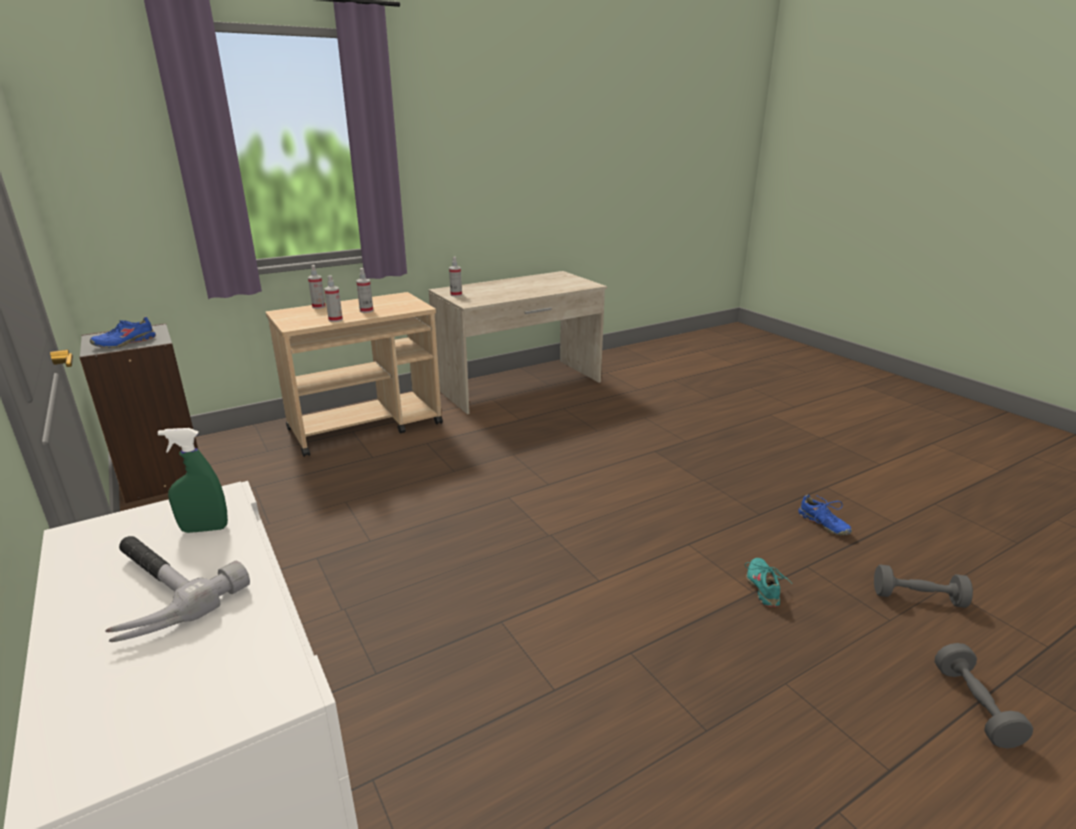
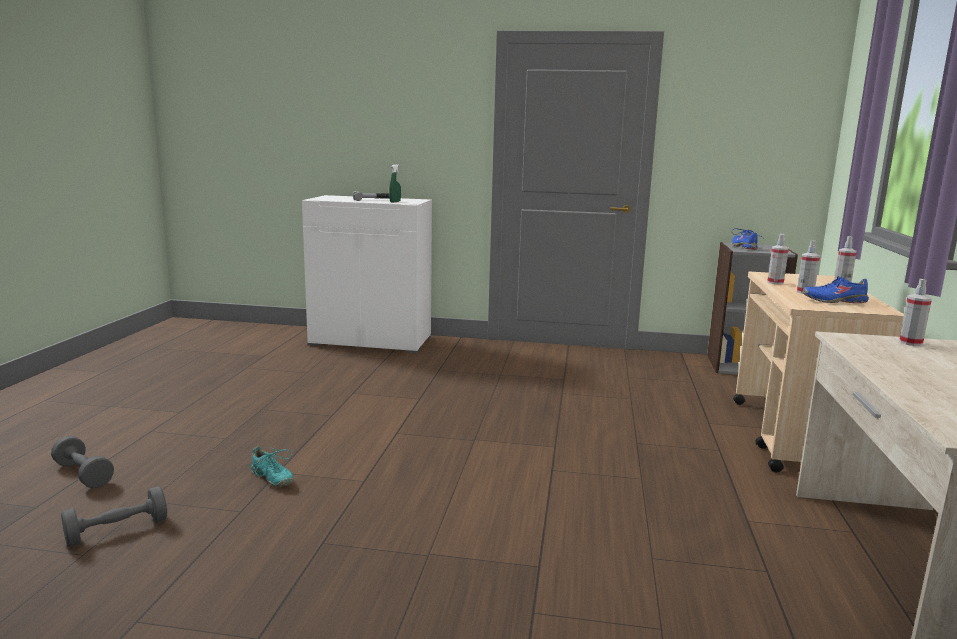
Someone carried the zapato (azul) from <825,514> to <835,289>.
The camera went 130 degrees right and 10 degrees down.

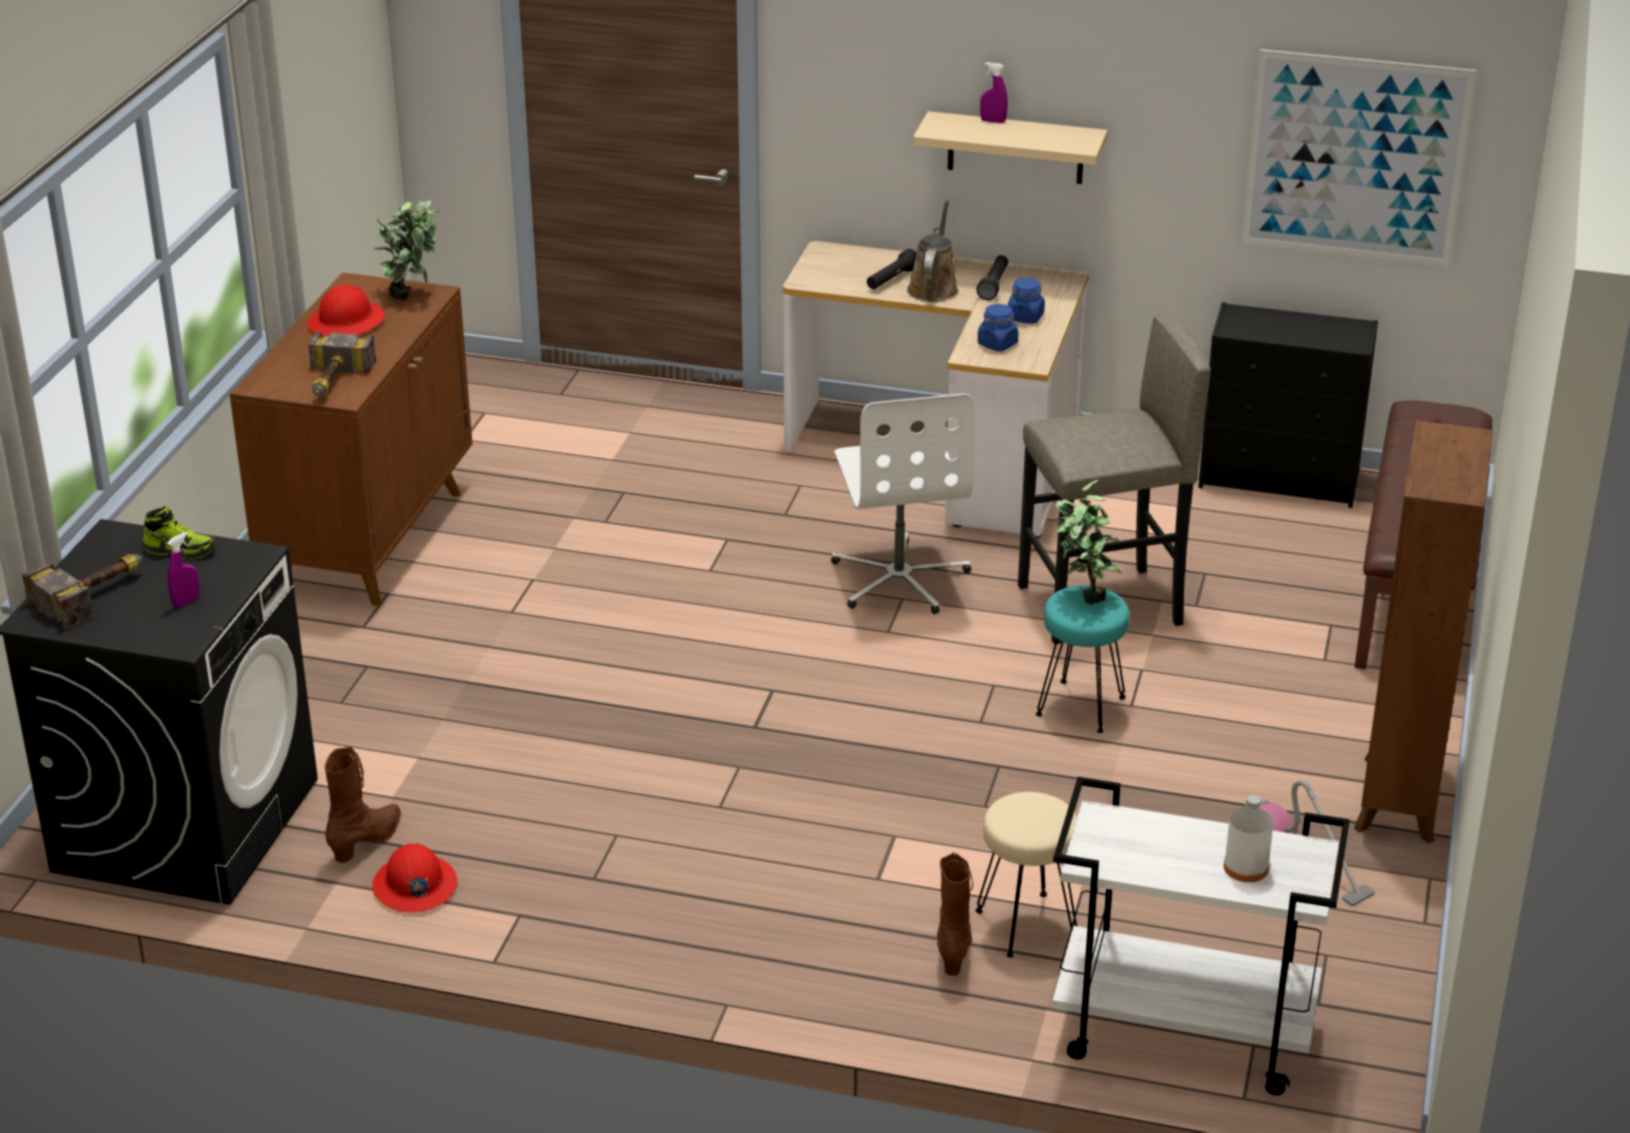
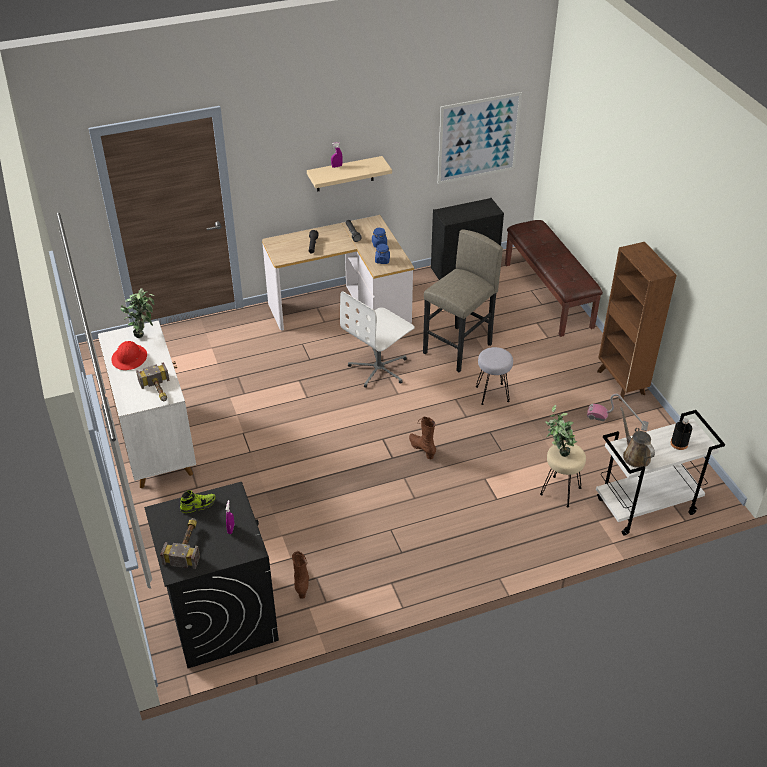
Someone carried the regadera (marrón) from <933,251> to <637,437>.
Someone repainted the armario (marrón) at <351,439>, which became the armario (blanco) at <147,404>.
Someone rotated the silla de oficina (blanco) at <903,504> by 90 degrees clockwise.
Someone carried the planta en maceta from <1088,542> to <561,430>.
Someone repainted the taburete (turquesa) at <1083,659>, which became the taburete (gris) at <494,376>.
Someone repainted the botella (blanco) at <1249,838>, which became the botella (negro) at <681,434>.
Someone took away the casco (rojo) at <414,878>.
Someone carried the bota (marrón) from <955,914> to <422,438>.
The camera went 35 degrees left and 10 degrees up.

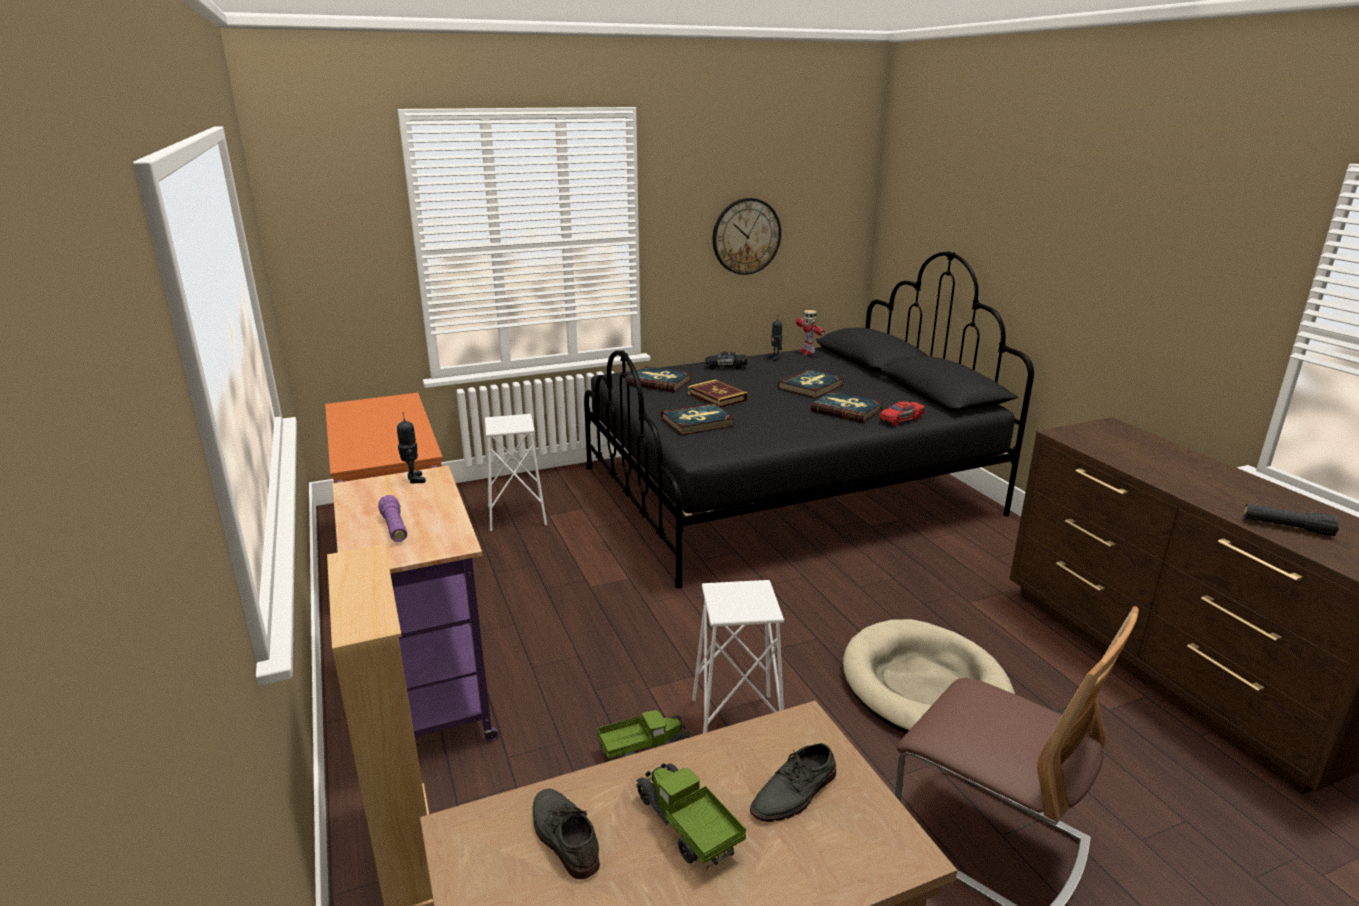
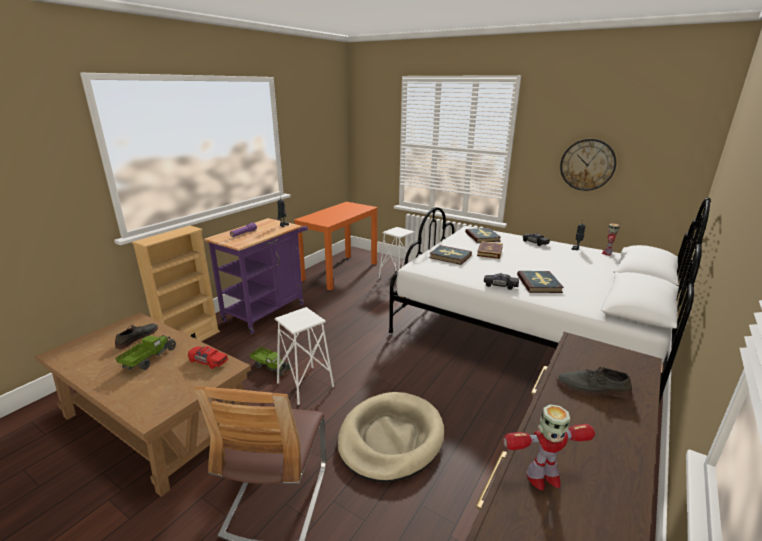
Someone repainted the cama (negro) at <809,420>, which became the cama (blanco) at <550,300>.
Someone took away the libro at <811,383>.
Someone carried the coche de juguete (rojo) from <902,413> to <208,357>.
Someone swapped the linterna (negro) at <1291,519> for the robot de juguete at <549,447>.
Someone carried the zapato (gris) from <793,782> to <594,382>.
Someone put down the coche de juguete (negro) at <501,281>.
The camera went 55 degrees right and 0 degrees up.

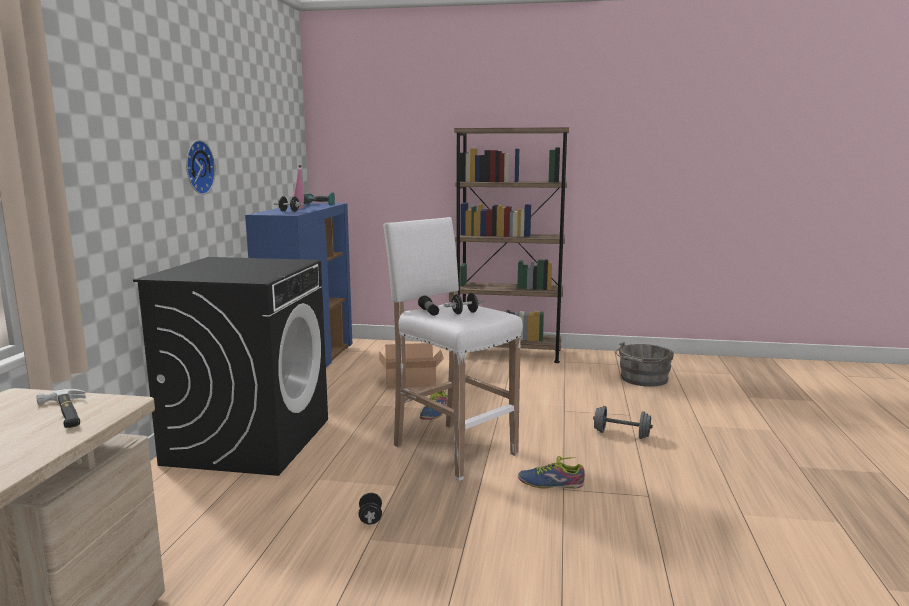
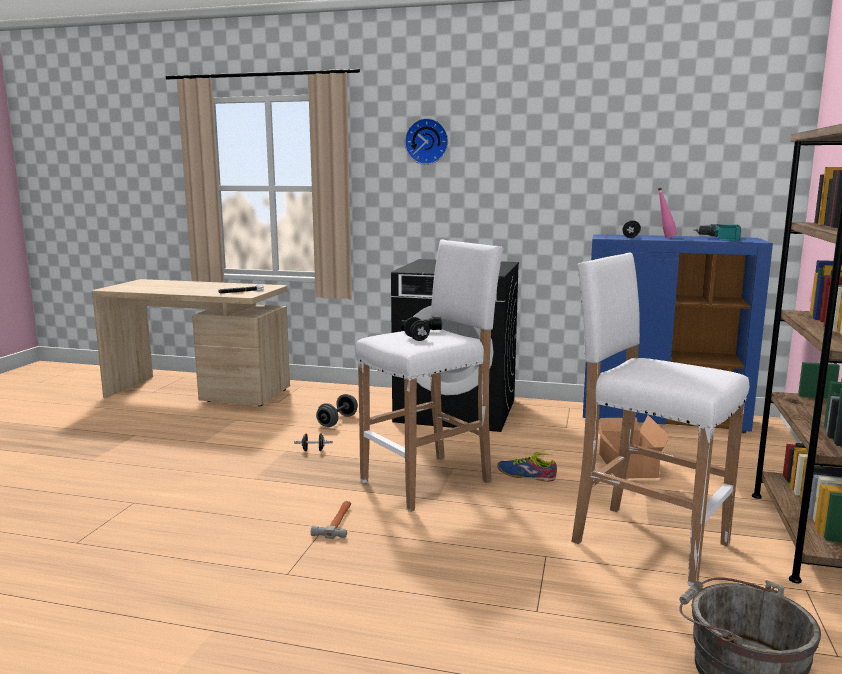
Someone carried the reloj de pared from <201,167> to <426,141>.
Someone carried the mancuerna (gris) from <623,422> to <337,410>.
Someone swapped the zapato at <551,472> for the martillo at <331,520>.
Someone put down the taburete (blanco) at <660,419>.
The camera went 95 degrees right and 0 degrees up.

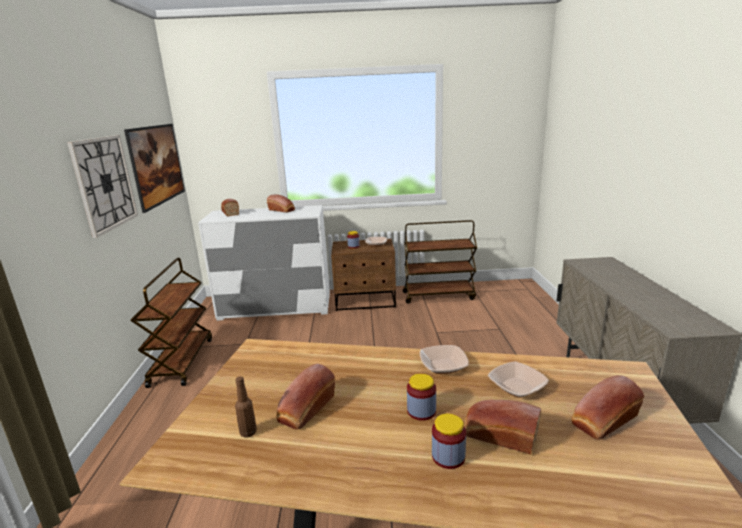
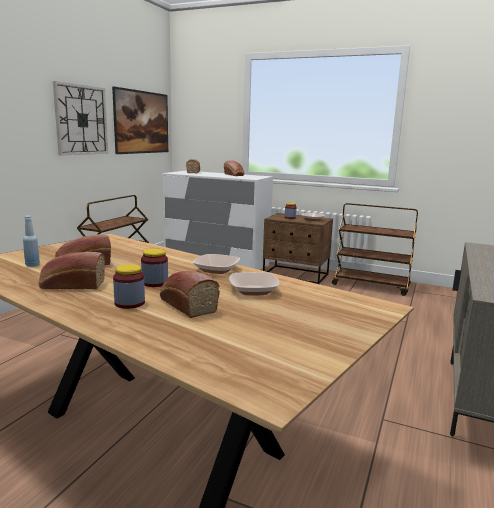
Someone carried the pan from <607,407> to <72,270>.
Someone repainted the botella (marrón) at <246,407>, which became the botella (azul) at <31,241>.
The camera went 25 degrees right and 5 degrees down.

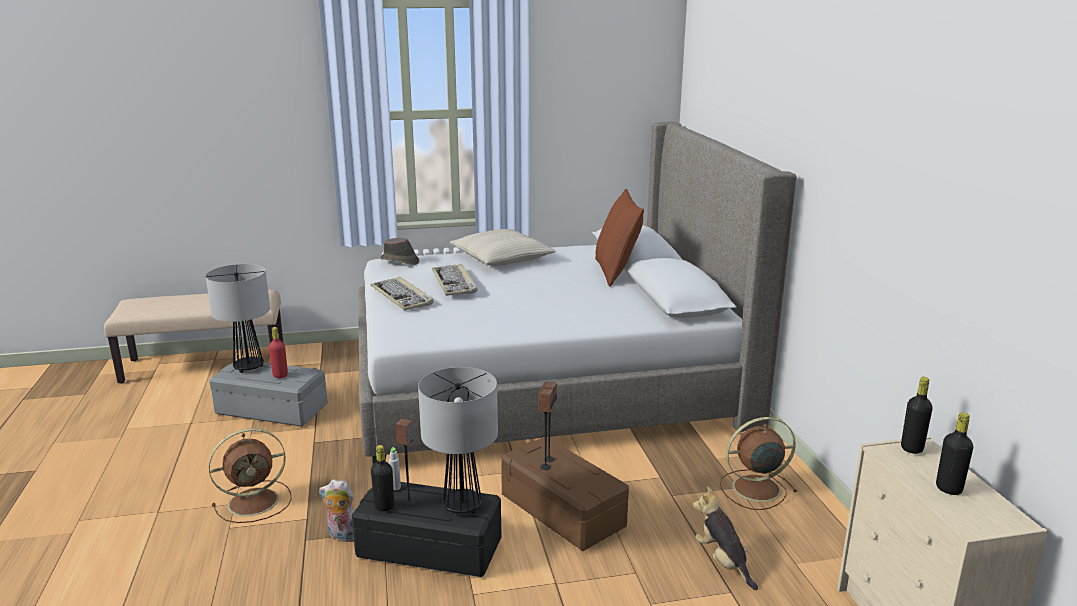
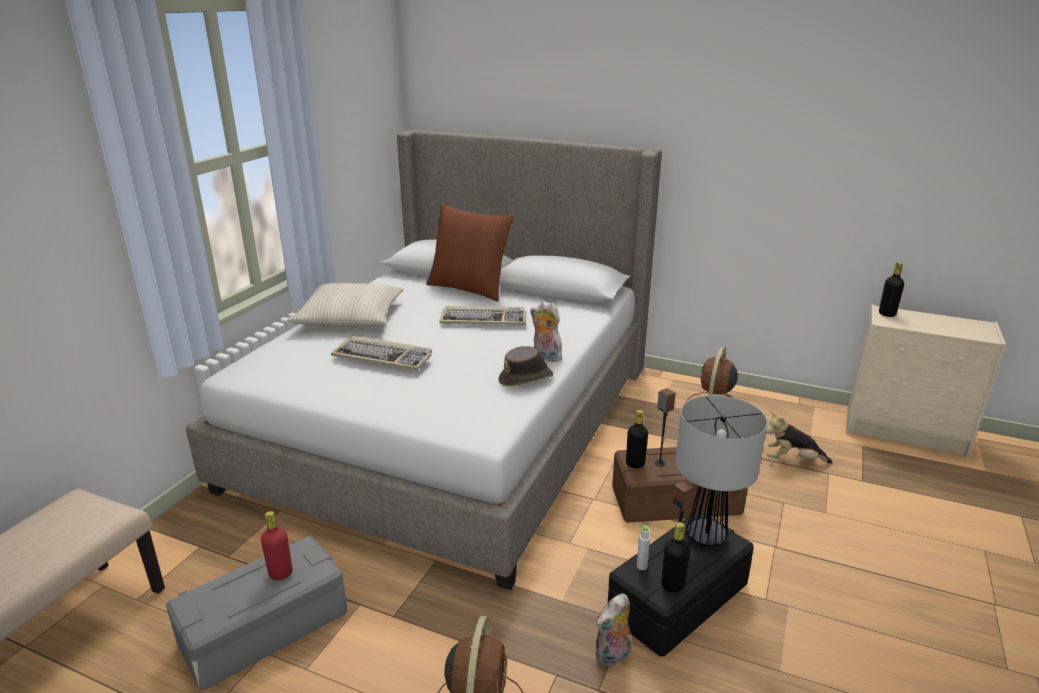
Someone carried the sombrero (marrón) from <399,251> to <525,366>.
Someone took away the lámpara de mesa at <238,318>.
Someone carried the teclado from <402,294> to <482,315>.
Someone took away the altavoz at <545,429>.
Someone carried the botella (negro) from <954,453> to <637,439>.
Someone put down the peluche at <546,331>.
The camera went 55 degrees left and 5 degrees up.

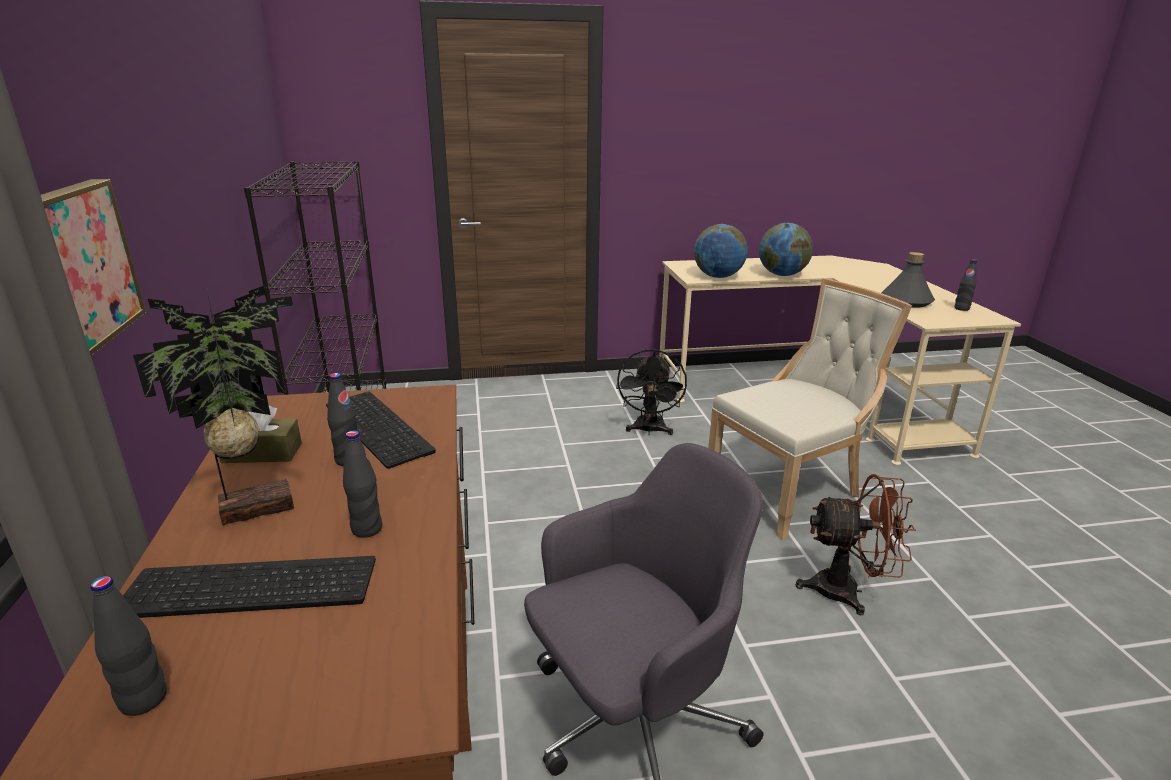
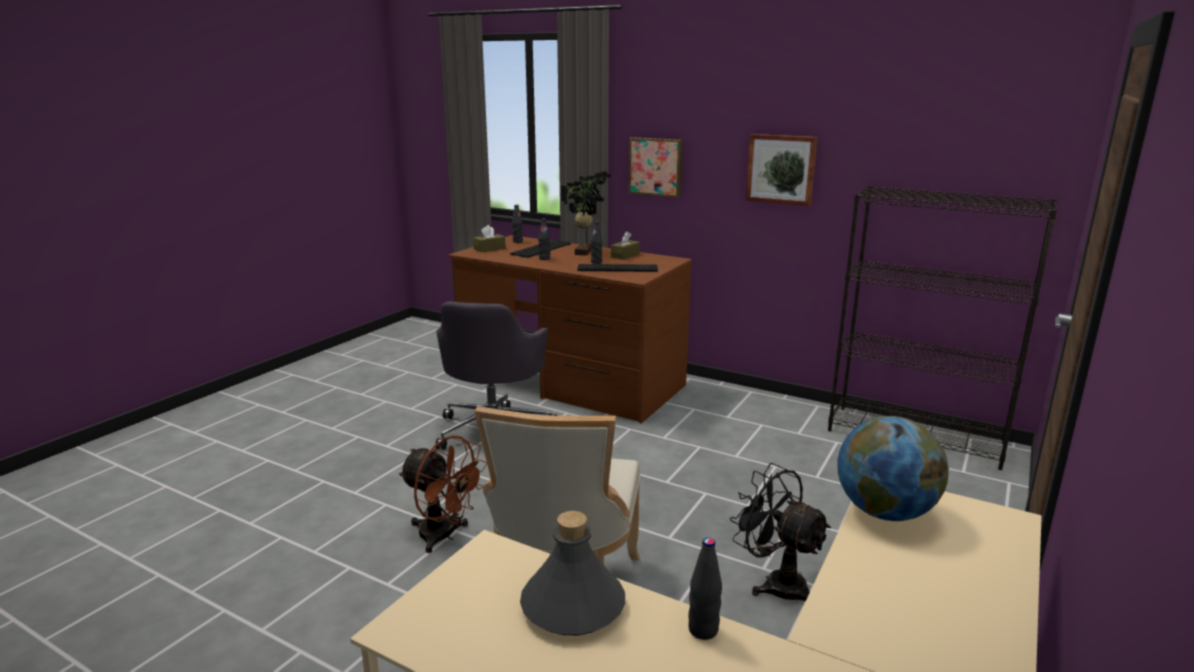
Someone took away the globo terráqueo at <786,249>.
Someone carried the botella (negro) from <965,285> to <705,588>.
Someone rotated the ventilador (marrón) at <856,544> by 105 degrees counterclockwise.
Someone put up the cuadro at <782,170>.
Someone put down the caja de pañuelos (marrón) at <489,238>.
The camera went 130 degrees right and 5 degrees down.

